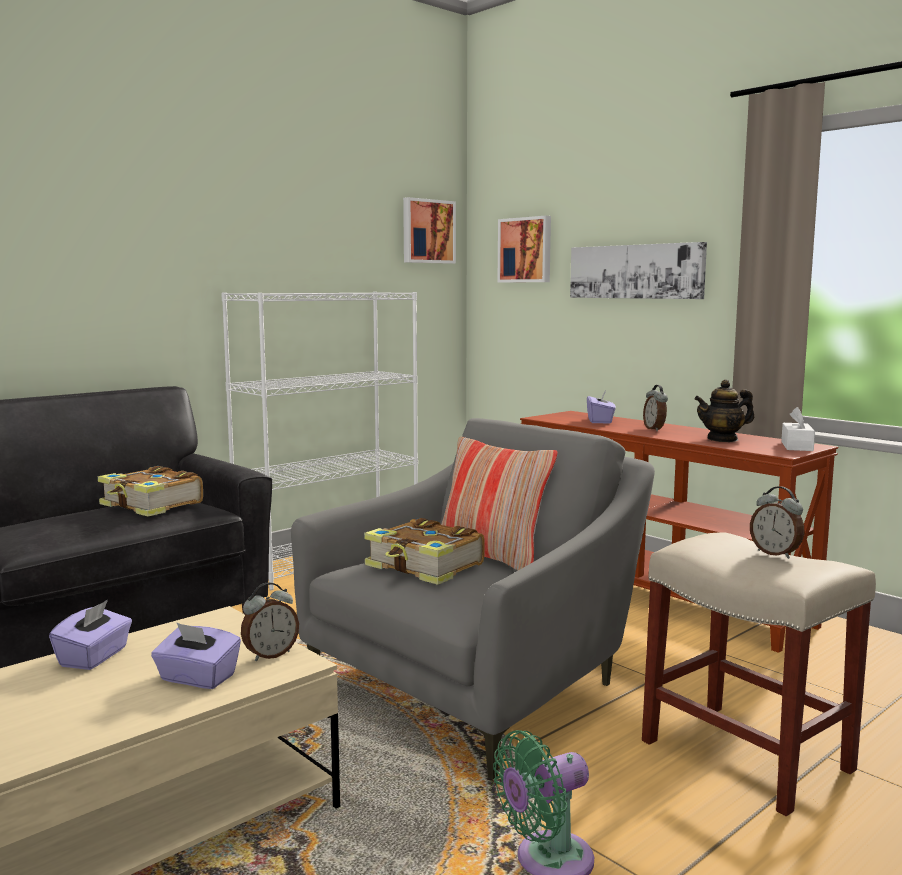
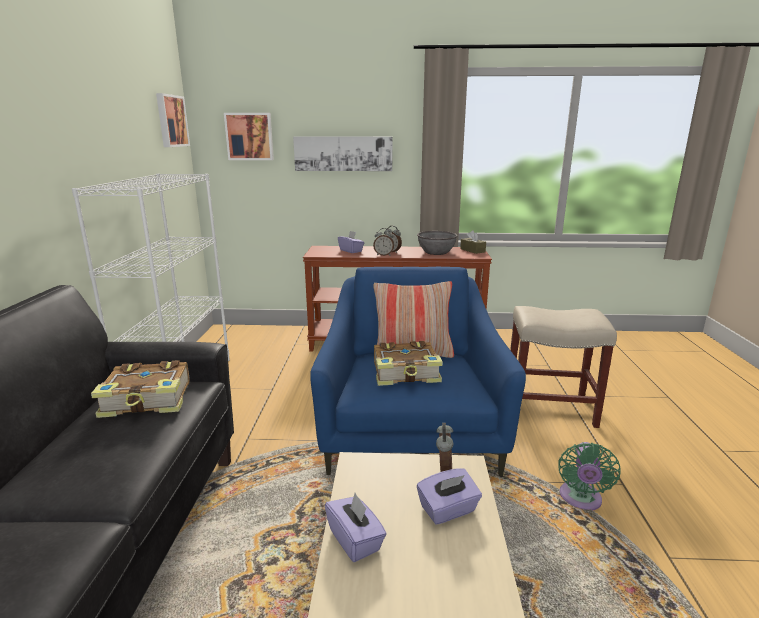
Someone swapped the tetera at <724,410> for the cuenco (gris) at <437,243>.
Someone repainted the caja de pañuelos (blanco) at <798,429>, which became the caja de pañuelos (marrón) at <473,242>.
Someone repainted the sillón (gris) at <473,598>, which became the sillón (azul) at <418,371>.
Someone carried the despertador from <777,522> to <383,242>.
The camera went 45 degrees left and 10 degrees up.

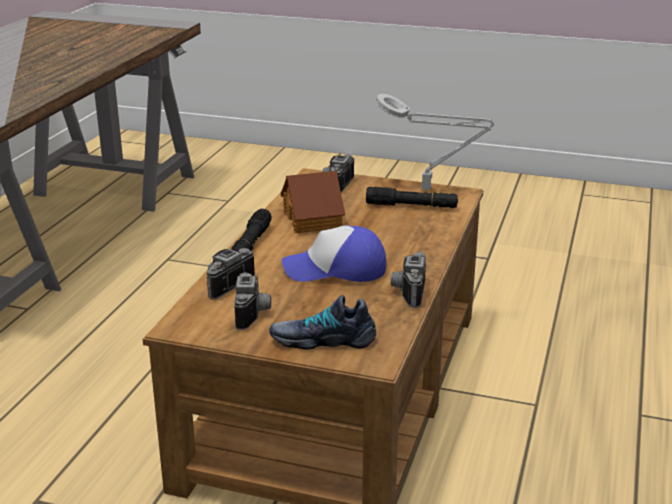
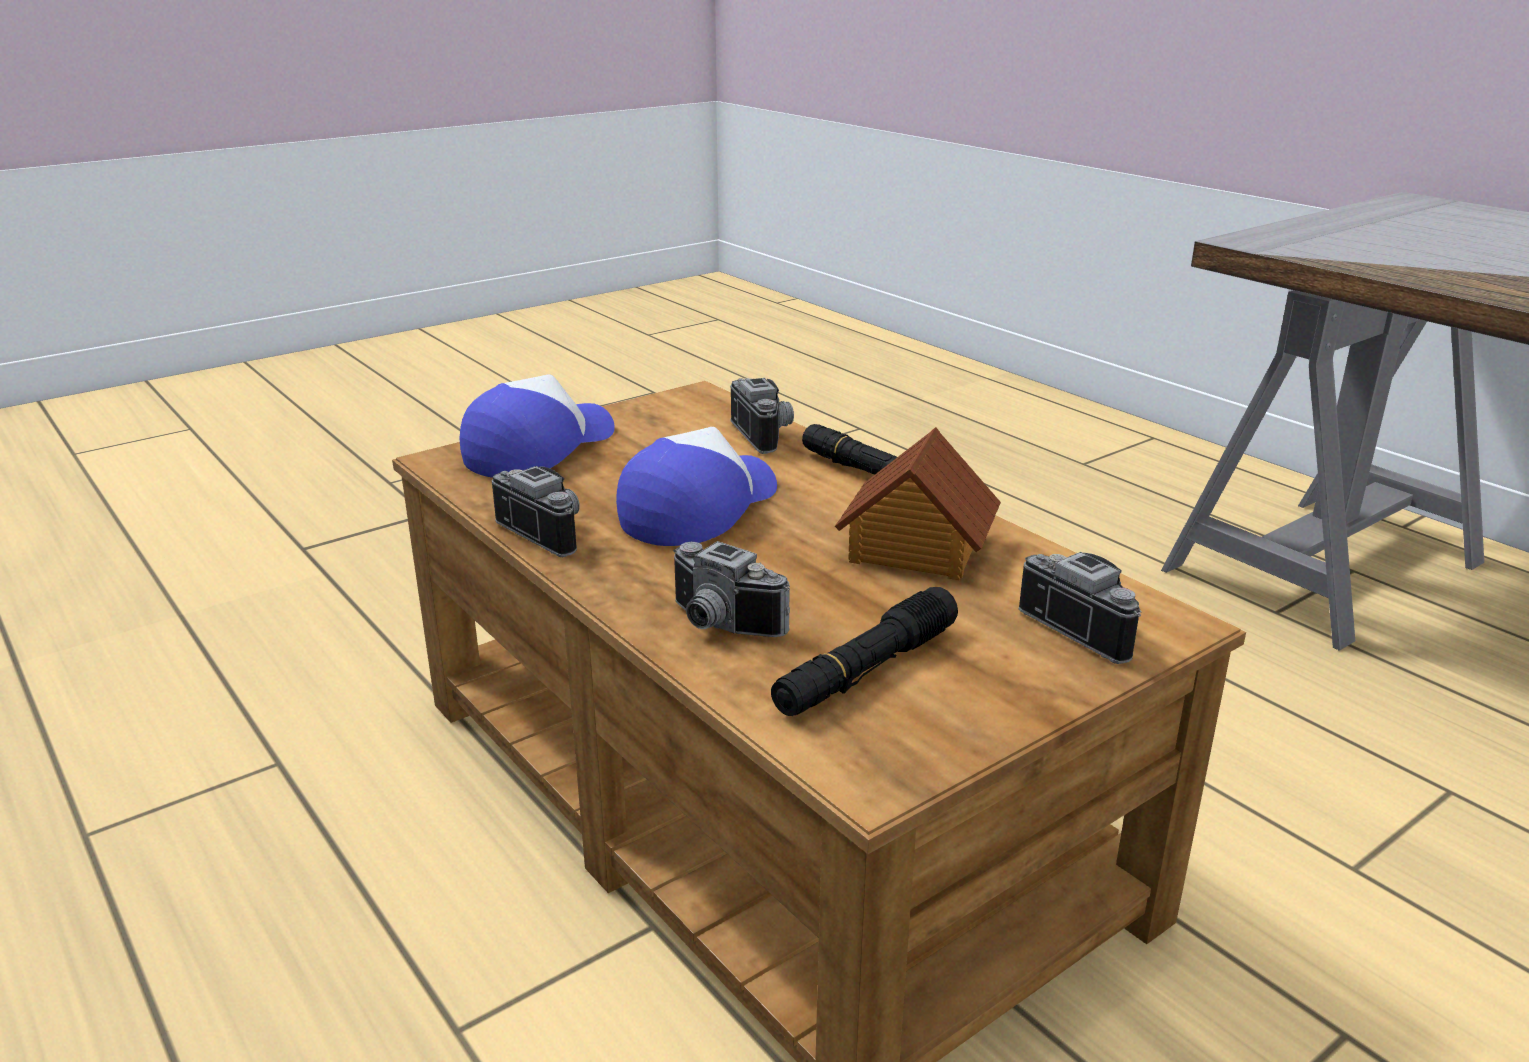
Someone took away the lámpara de mesa (gris) at <435,142>.
Someone carried the cámara from <252,301> to <731,589>.
Someone swapped the zapato at <322,322> for the gorra at <537,426>.
The camera went 125 degrees right and 0 degrees up.

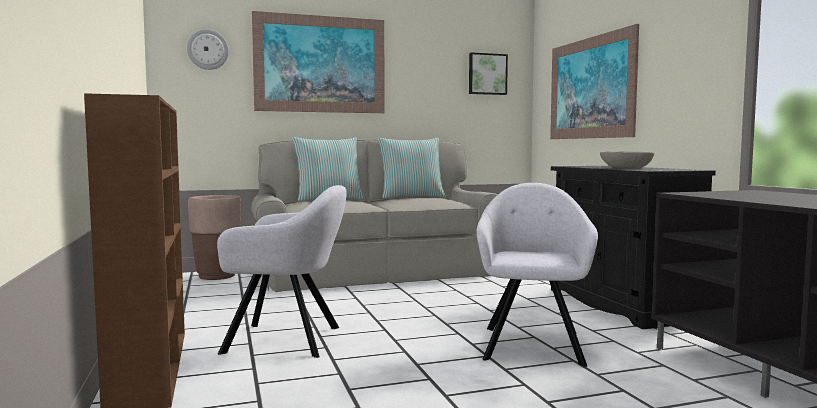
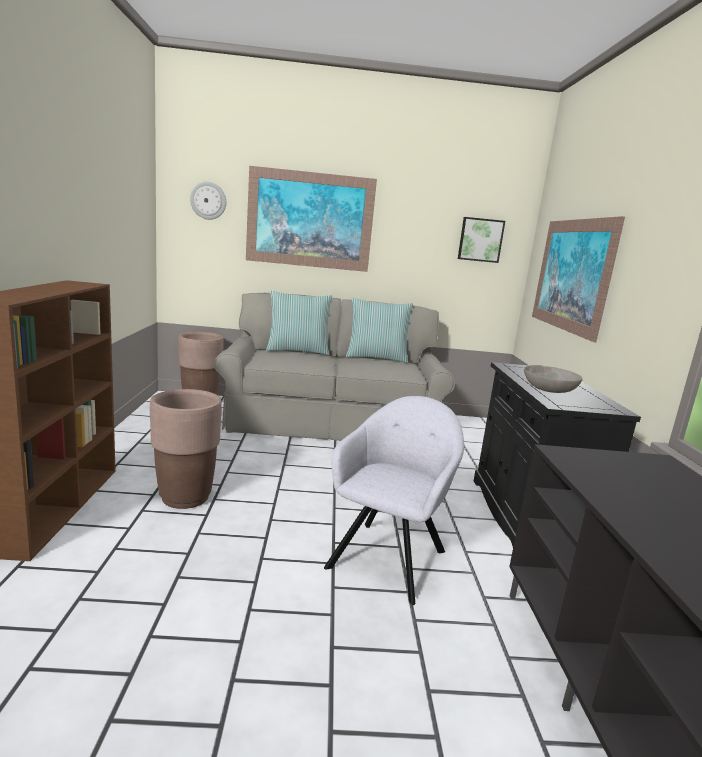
Someone swapped the sillón (gris) at <282,271> for the maceta (marrón) at <186,449>.
The camera went 15 degrees right and 10 degrees up.

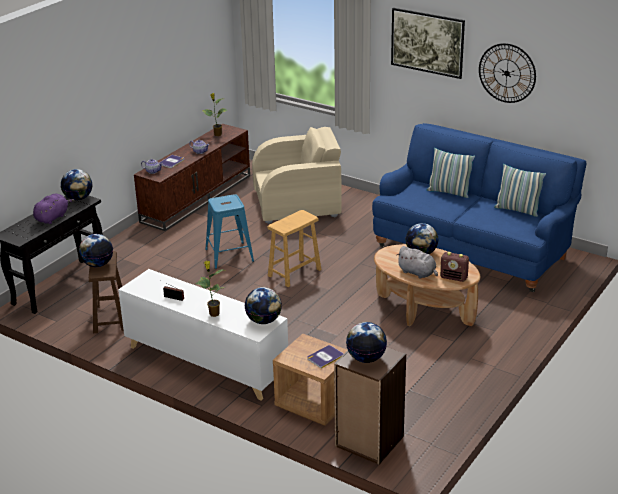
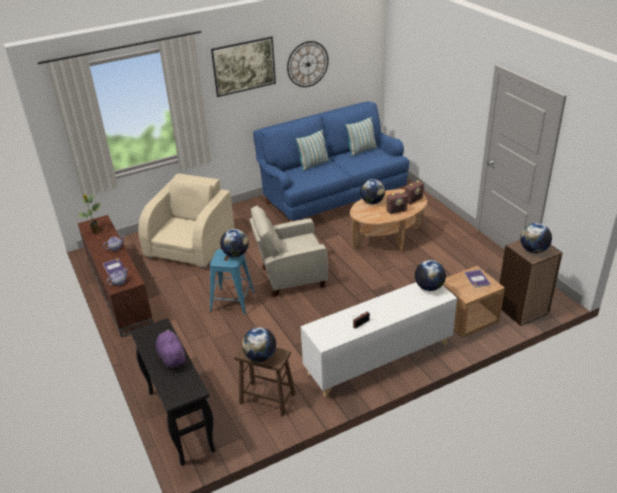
Someone carried the globo terráqueo from <76,184> to <234,243>.
Someone swapped the taburete (marrón) at <294,248> for the sillón (beis) at <289,251>.
Someone swapped the peluche (gris) at <417,262> for the radio at <397,203>.
Someone took away the planta en maceta at <210,289>.
The camera went 60 degrees left and 5 degrees up.

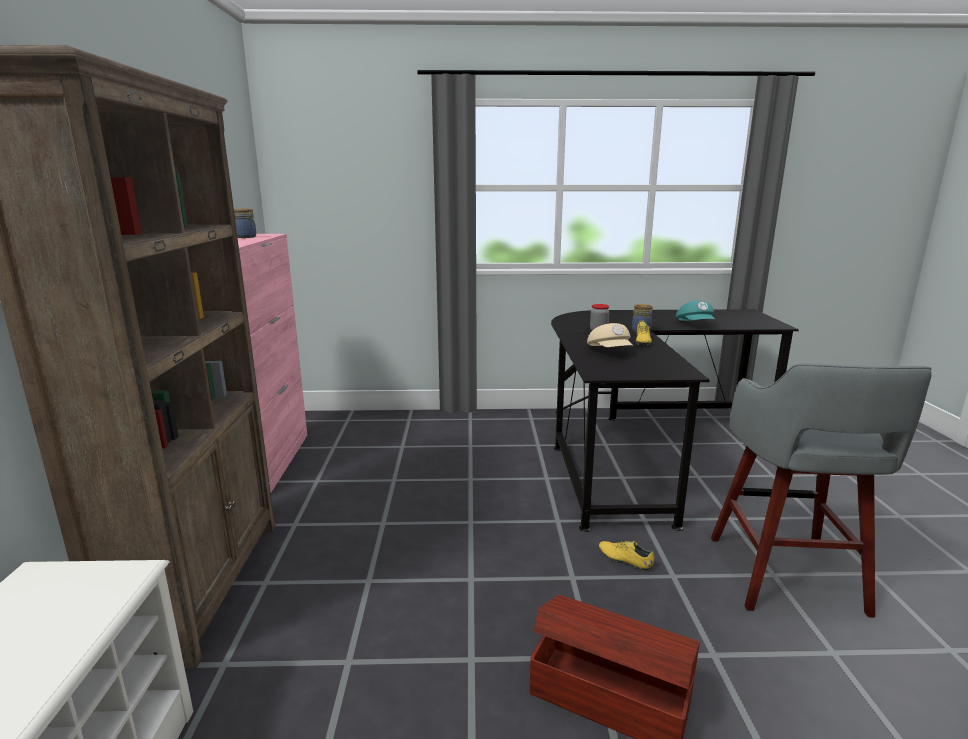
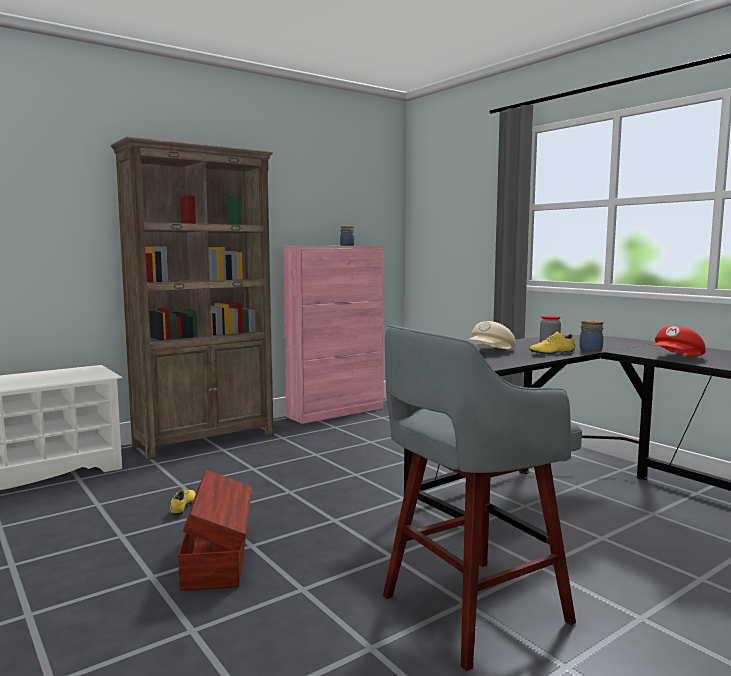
Someone repainted the gorra (turquesa) at <696,311>, which became the gorra (rojo) at <679,341>.
Someone carried the zapato (amarillo) from <626,556> to <183,502>.
The camera went 55 degrees right and 10 degrees down.

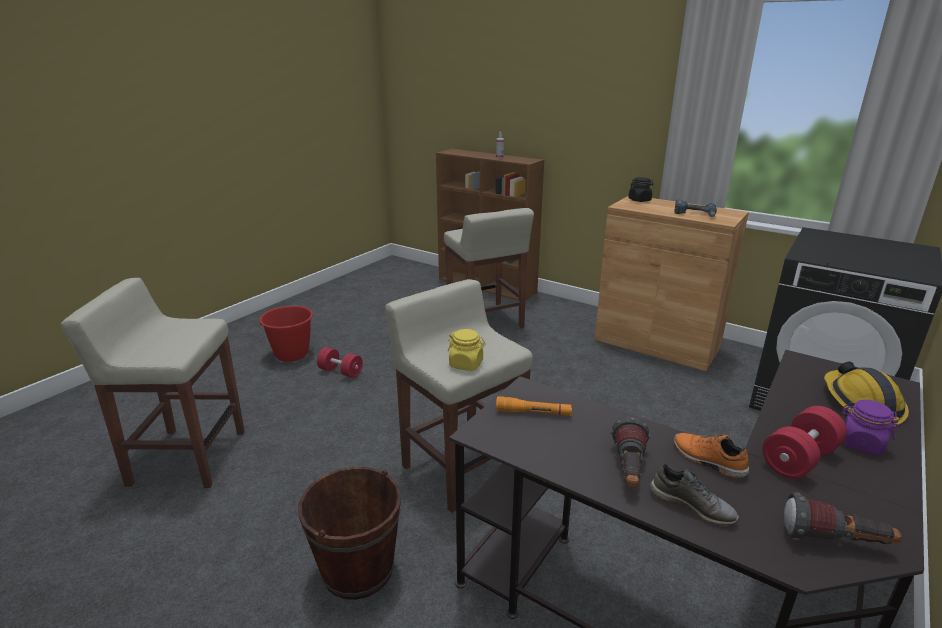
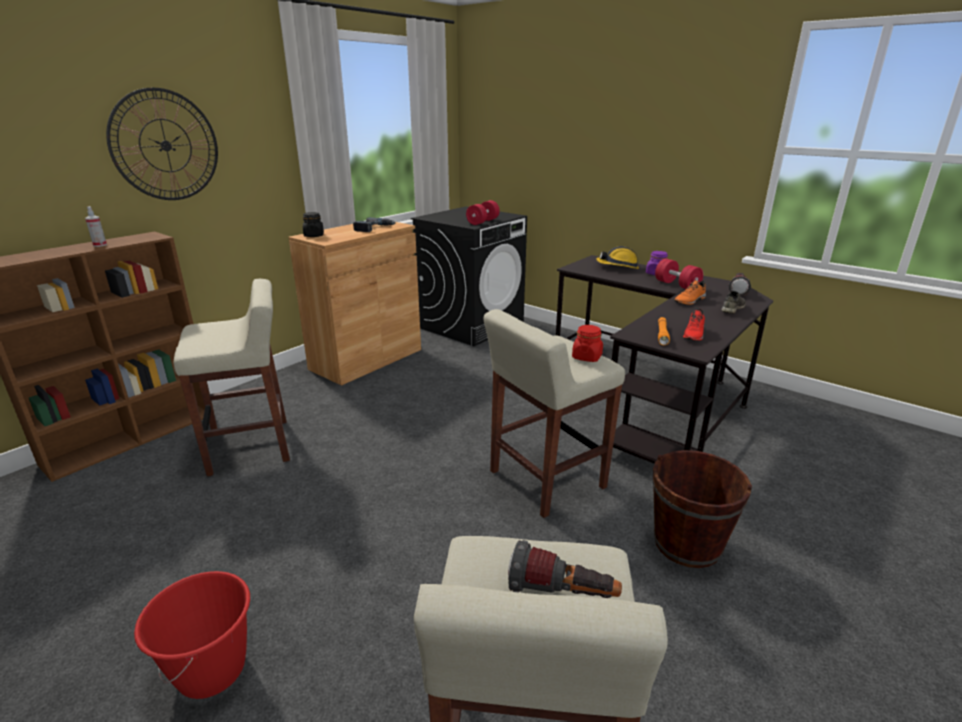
Someone repainted the tarro (amarillo) at <467,350>, which became the tarro (rojo) at <587,343>.
Someone carried the mancuerna (rojo) from <340,362> to <483,212>.
Someone carried the linterna from <630,452> to <565,569>.
Someone put up the reloj de pared at <162,144>.
Someone put down the zapato (rojo) at <694,325>.
The camera went 85 degrees left and 0 degrees up.

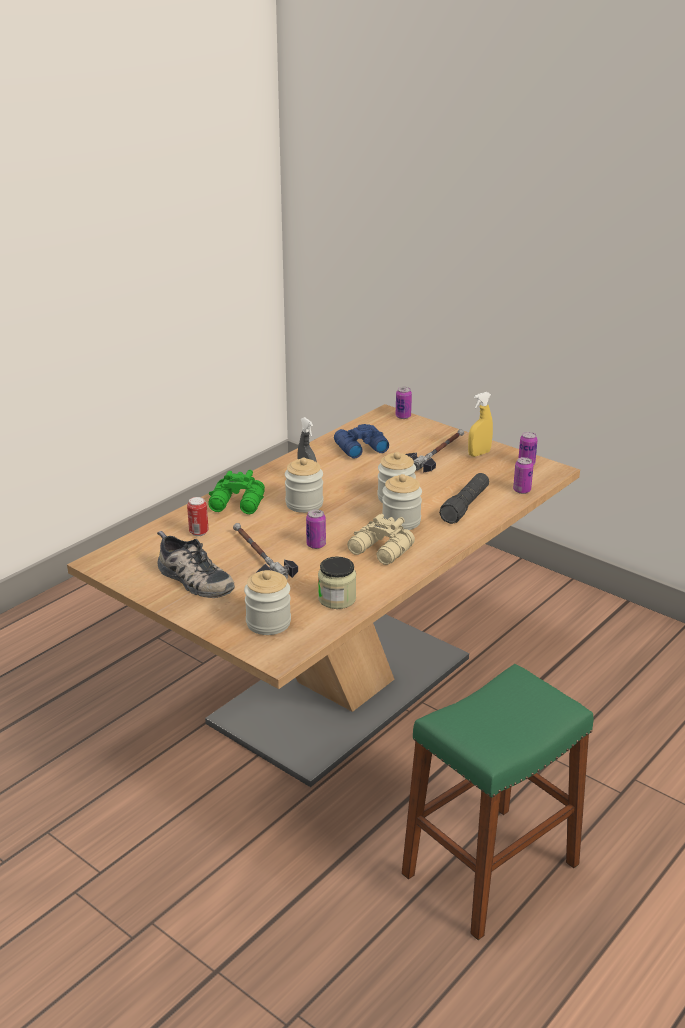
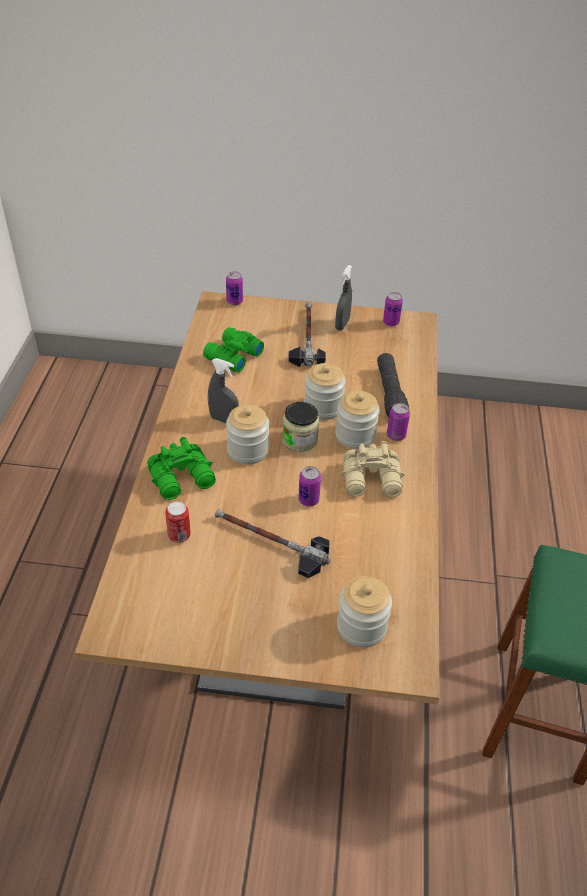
Someone repainted the pulverizador (amarillo) at <480,424>, which became the pulverizador (gris) at <343,297>.
Someone repainted the prismáticos (azul) at <361,441>, which became the prismáticos (verde) at <233,350>.
Someone carried the lata from <523,475> to <398,422>.
Someone took away the zapato at <196,564>.
Someone carried the tarro from <337,582> to <300,427>.
The camera went 35 degrees left and 15 degrees up.

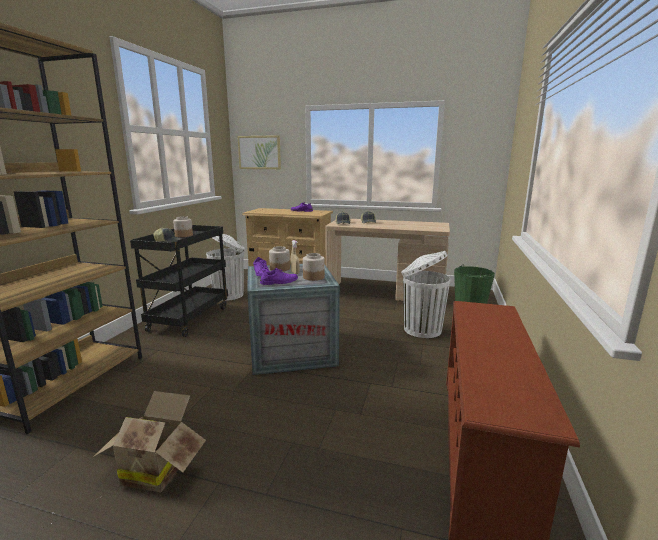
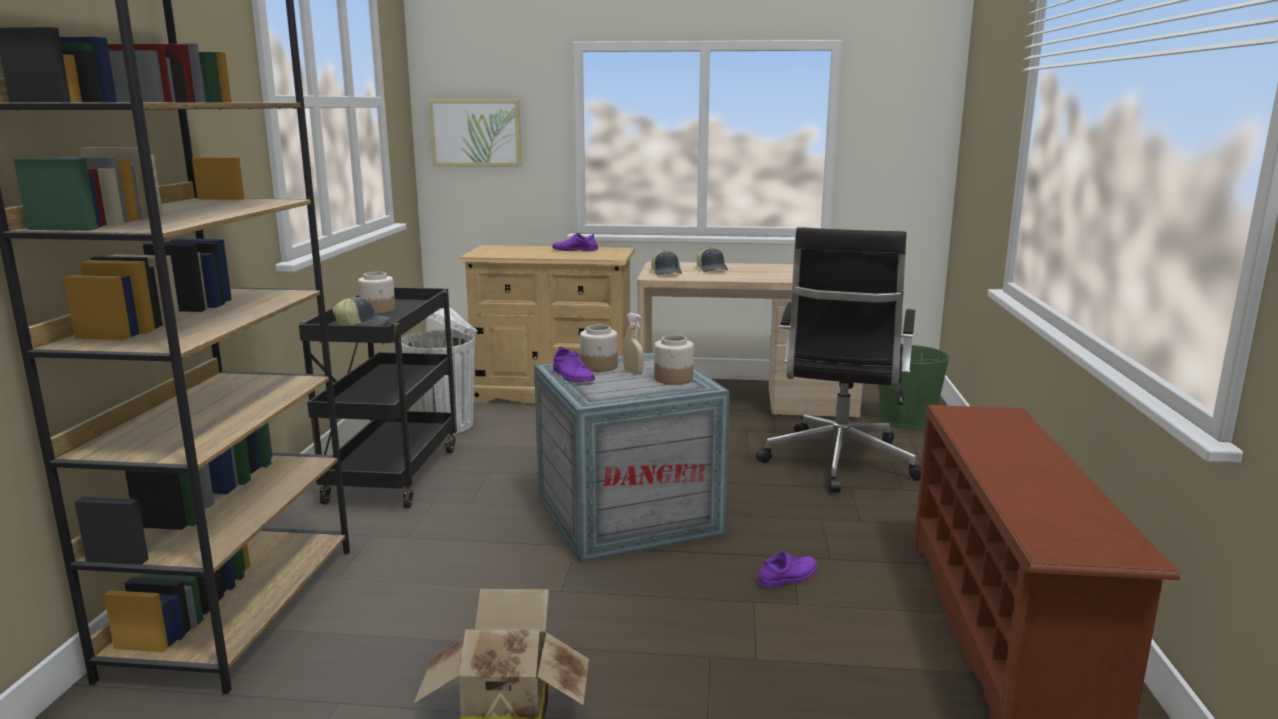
Someone swapped the papelera (blanco) at <426,294> for the silla de oficina (negro) at <839,360>.
Someone carried the zapato (morado) from <279,276> to <787,570>.
The camera went 10 degrees left and 0 degrees up.

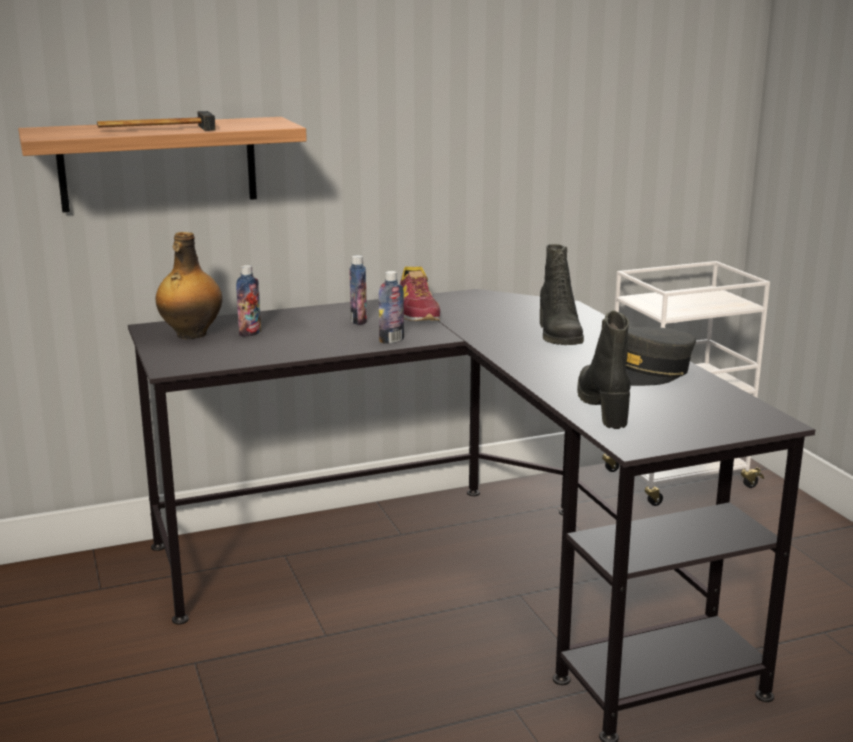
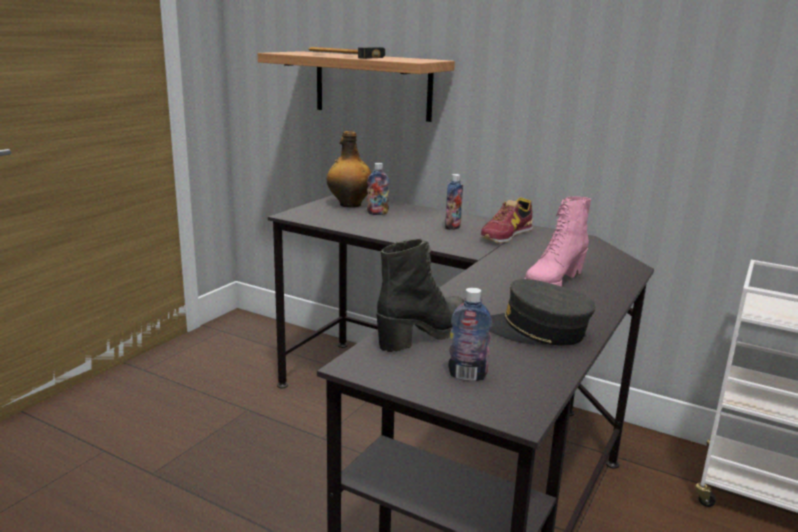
Someone repainted the bota (negro) at <562,294>, which became the bota (rosa) at <558,241>.
Someone carried the botella from <391,307> to <470,334>.
The camera went 50 degrees right and 0 degrees up.

